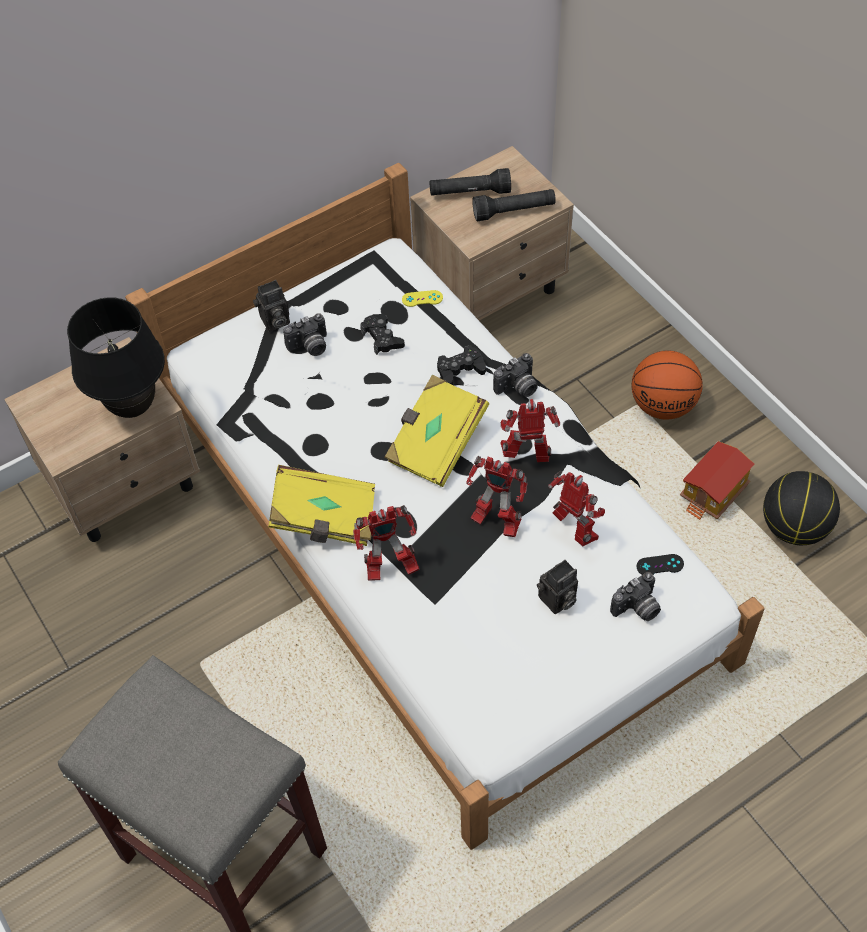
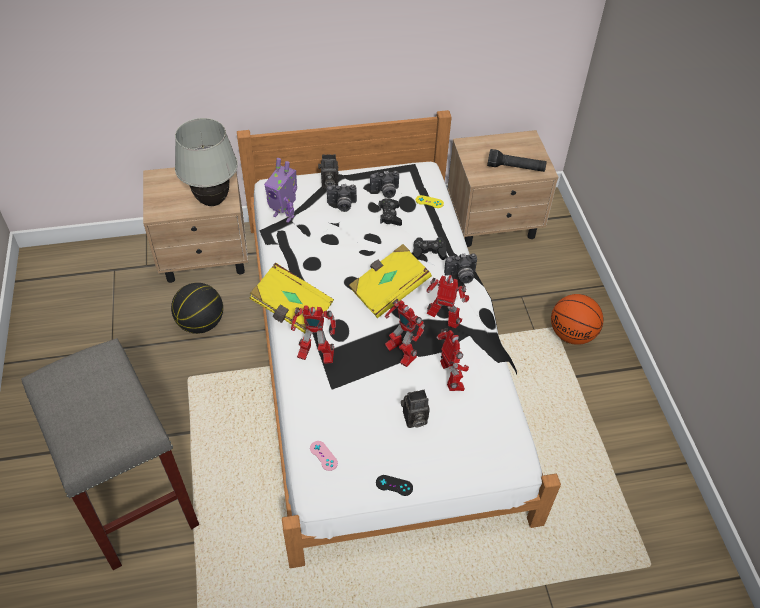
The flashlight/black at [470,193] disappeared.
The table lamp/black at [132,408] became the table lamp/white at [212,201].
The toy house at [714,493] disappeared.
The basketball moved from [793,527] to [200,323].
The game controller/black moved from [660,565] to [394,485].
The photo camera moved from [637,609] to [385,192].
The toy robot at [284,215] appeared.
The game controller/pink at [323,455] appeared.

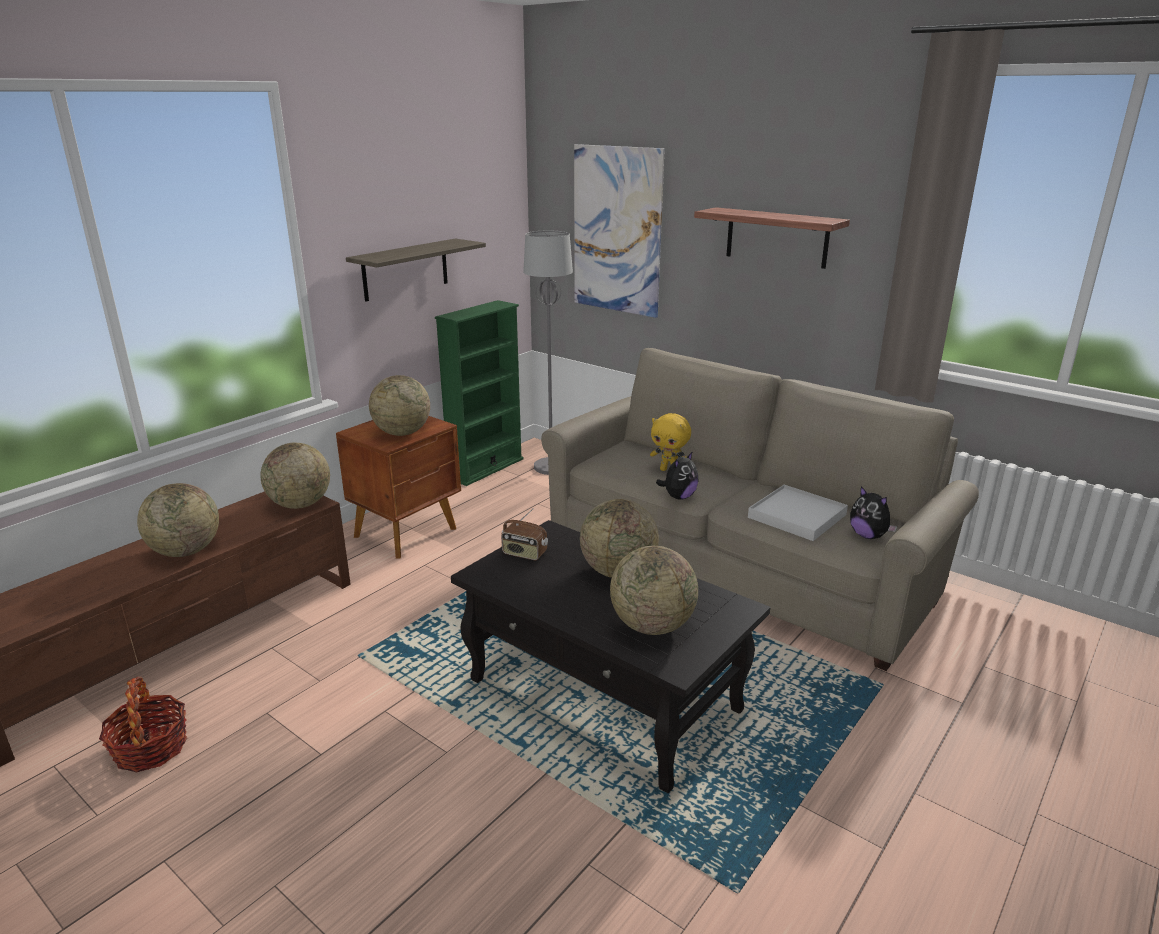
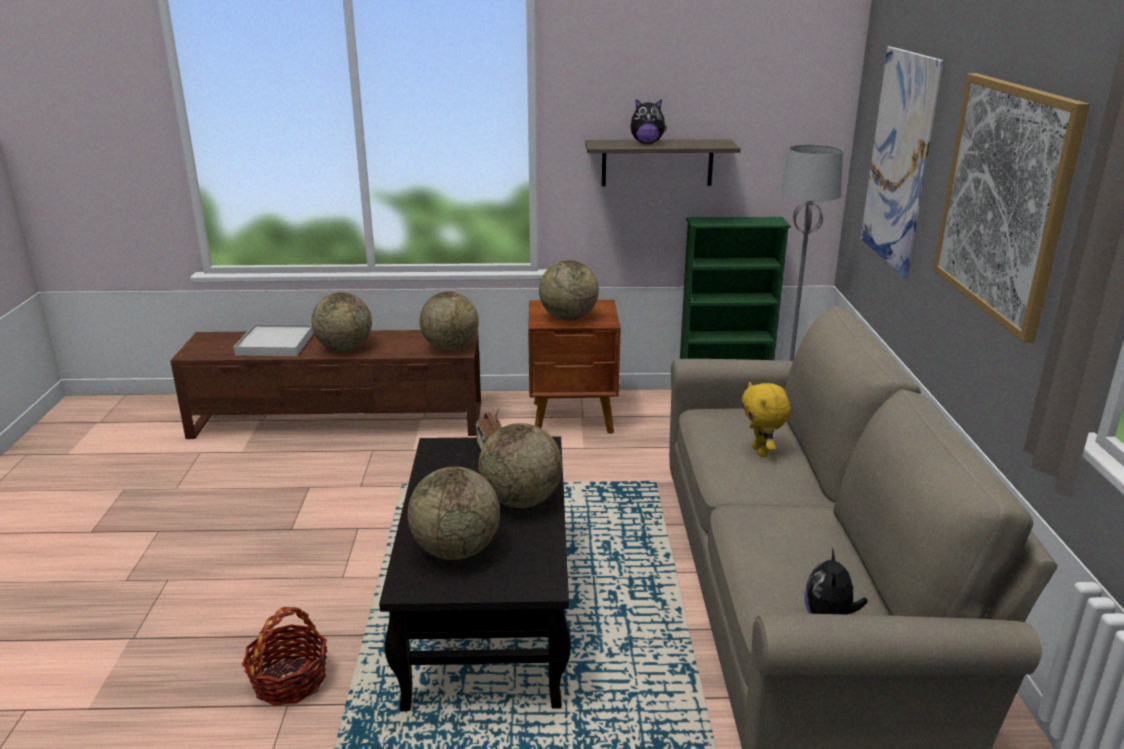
The shelf at [776,237] was replaced by the picture at [1004,200].
The plush toy moved from [678,497] to [647,143].
The tray/white moved from [796,516] to [275,344].
The basket moved from [150,748] to [289,681].

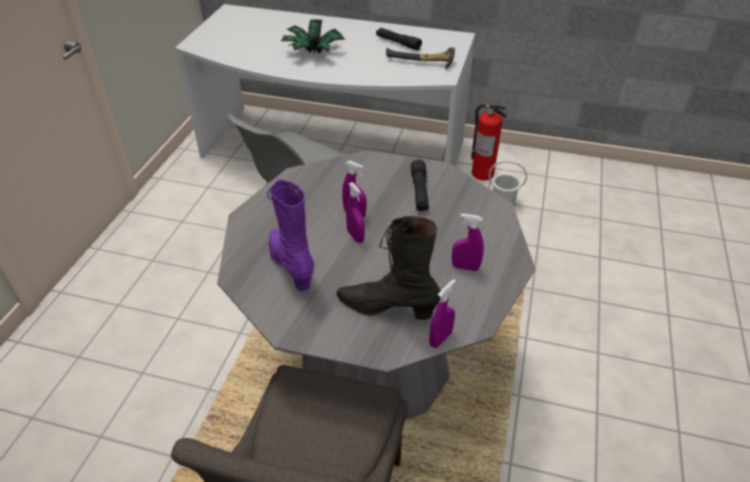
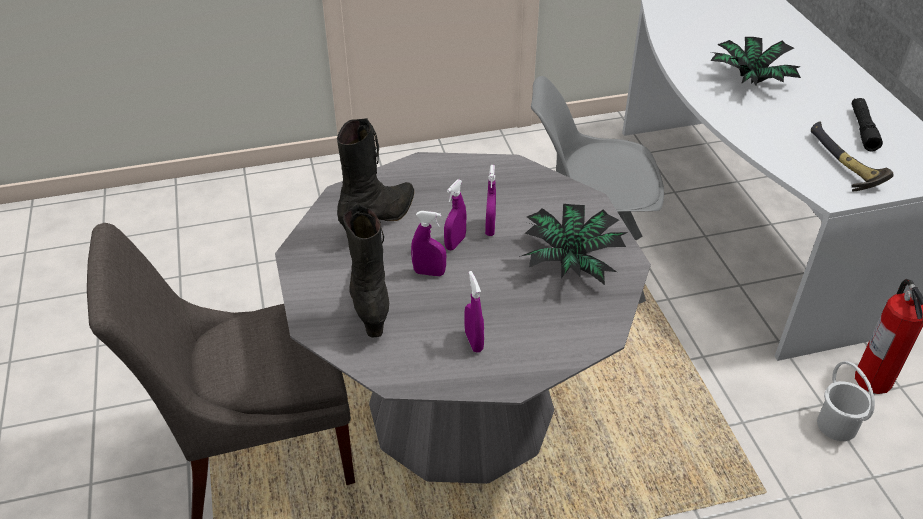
The flashlight/black at [419,192] was replaced by the potted plant at [571,261].
The boot/purple at [291,265] became the boot/black at [380,219].
The spray bottle/purple moved from [440,339] to [429,272].

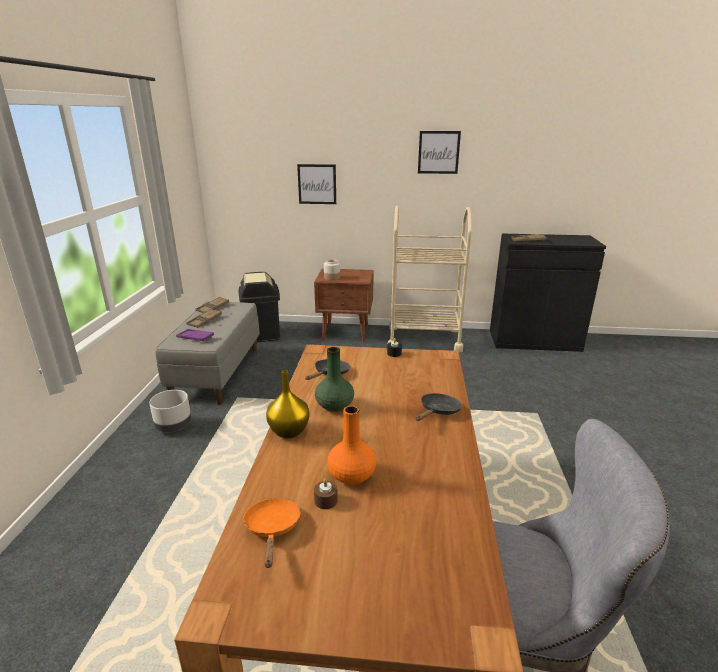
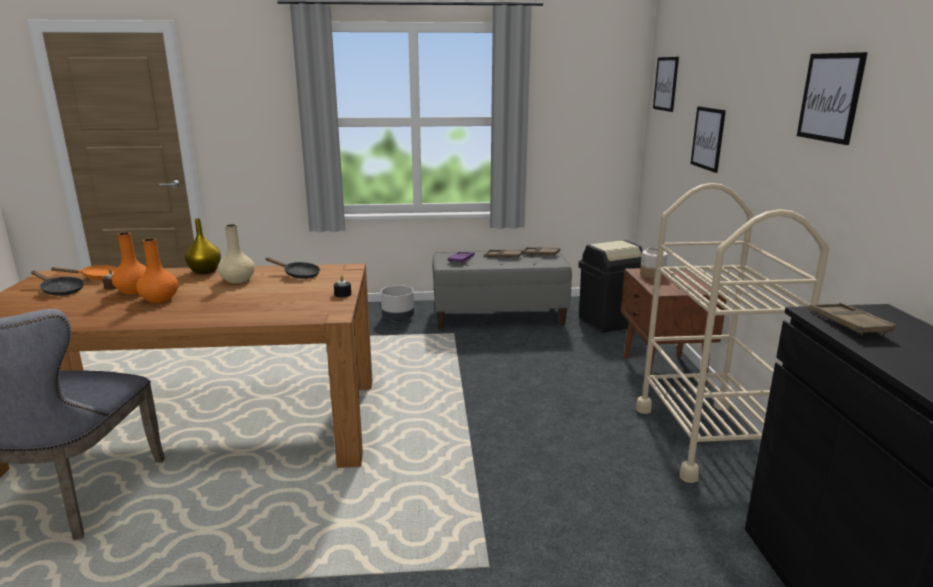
The vase/green at [334,406] became the vase/beige at [237,280].
The frying pan/black moved from [438,411] to [60,290].
The picture at [666,84] appeared.
The vase/orange at [159,299] appeared.

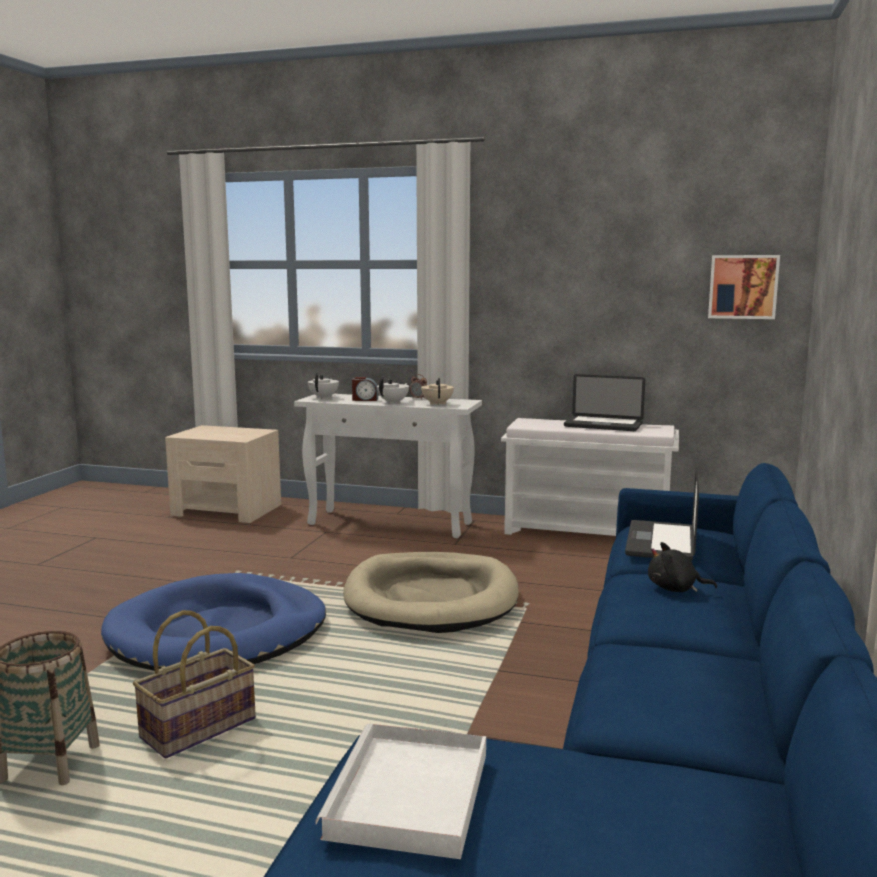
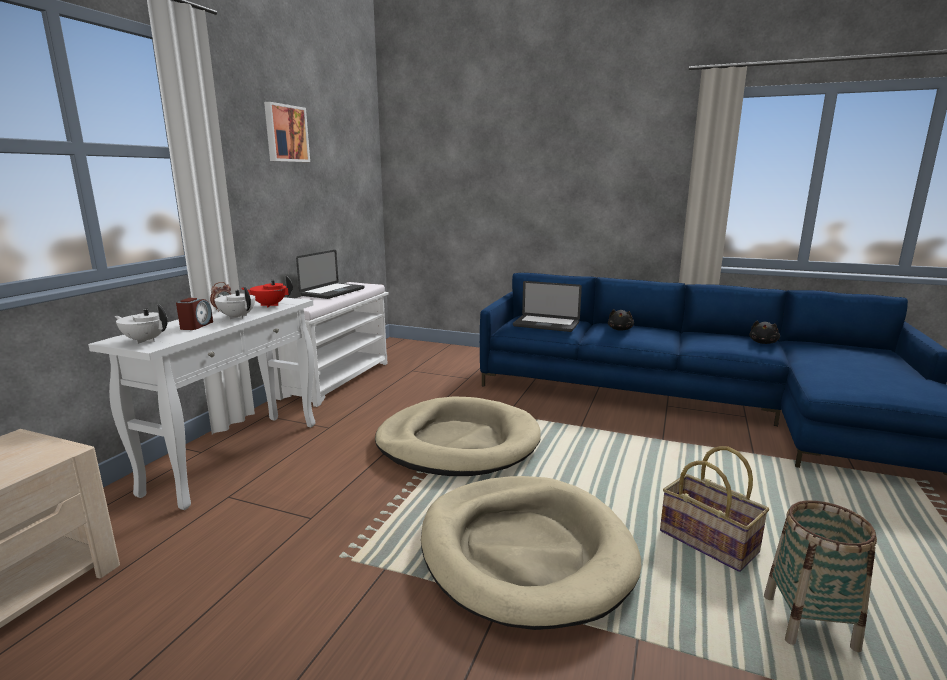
The picture moved from [743,287] to [285,133].
The teapot/beige at [437,404] became the teapot/red at [269,305].
The dog bed/blue at [218,632] became the dog bed/beige at [524,551].
The tray/white at [410,797] disappeared.
The plush toy/black at [763,342] appeared.

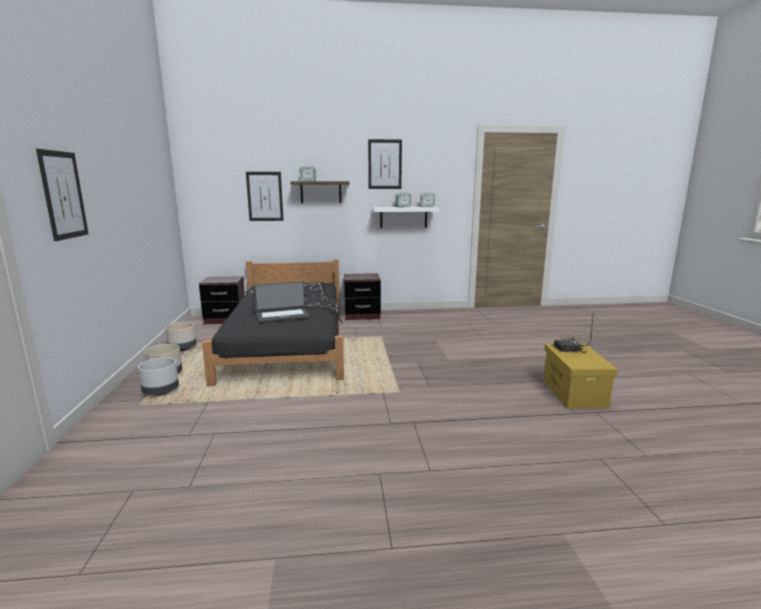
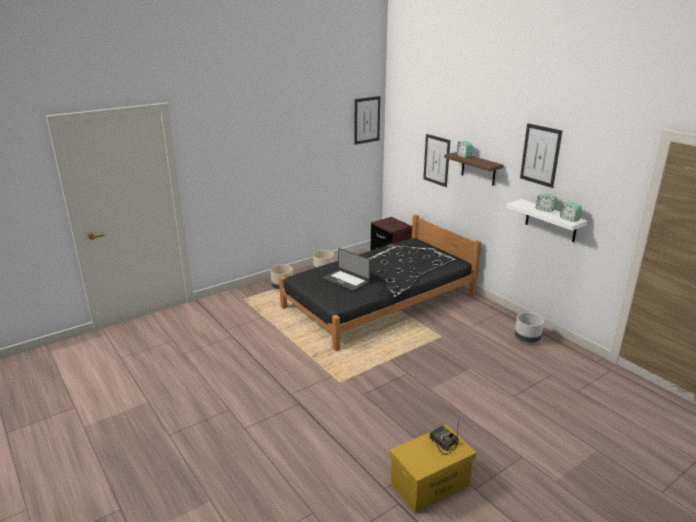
The picture moved from [63,195] to [367,120].
The nightstand/brown at [362,315] disappeared.
The planter/grey moved from [160,392] to [527,338].

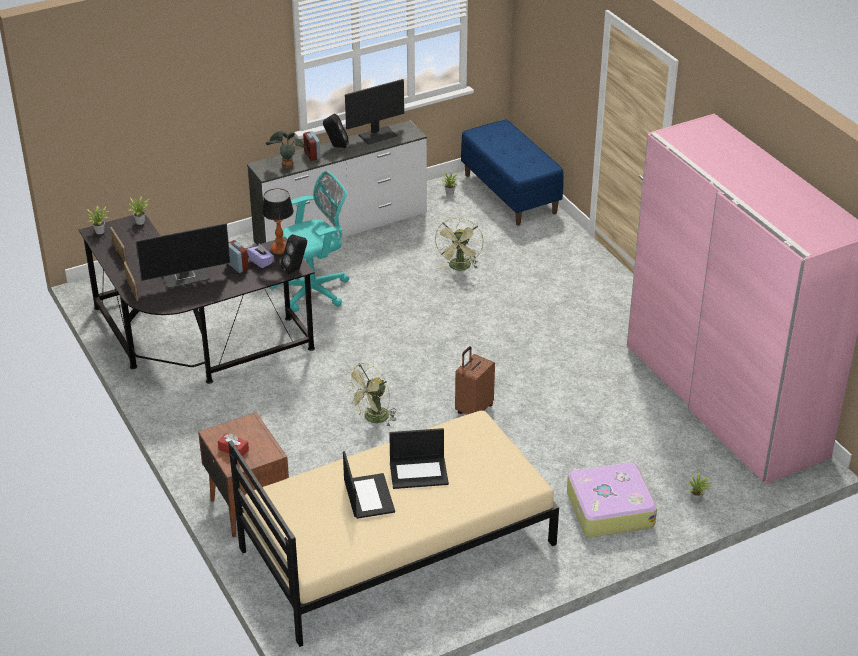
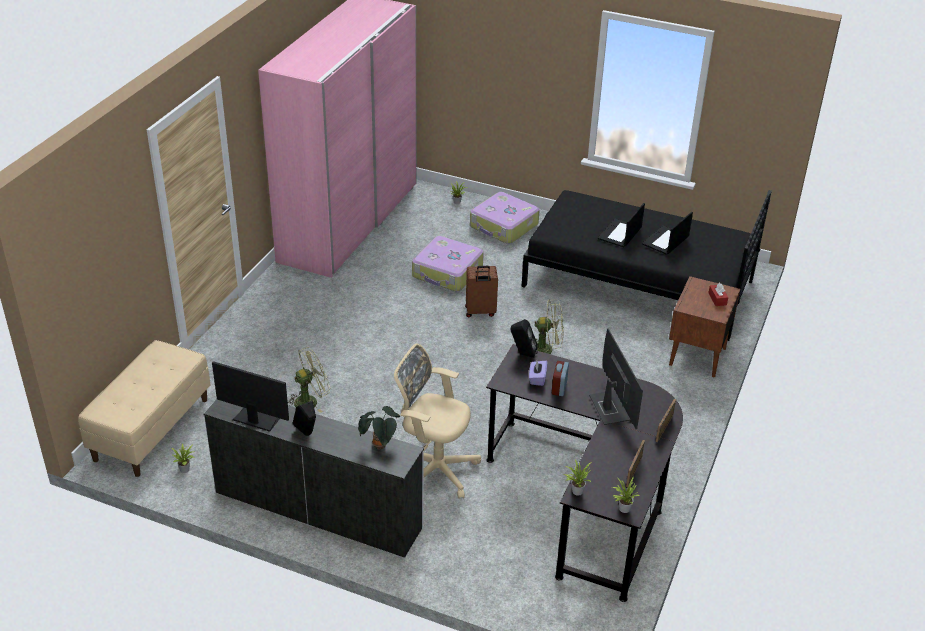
The bench/blue at [511,194] became the bench/beige at [151,429].
The alarm clock at [312,155] disappeared.
The office chair/turquoise at [314,290] became the office chair/beige at [434,468].
The table lamp at [279,249] disappeared.
The monitor at [186,277] turned 45 degrees clockwise.
The bed/beige at [397,546] became the bed/black at [638,283].
The laptop at [419,472] turned 105 degrees counterclockwise.
The suitcase at [447,272] appeared.

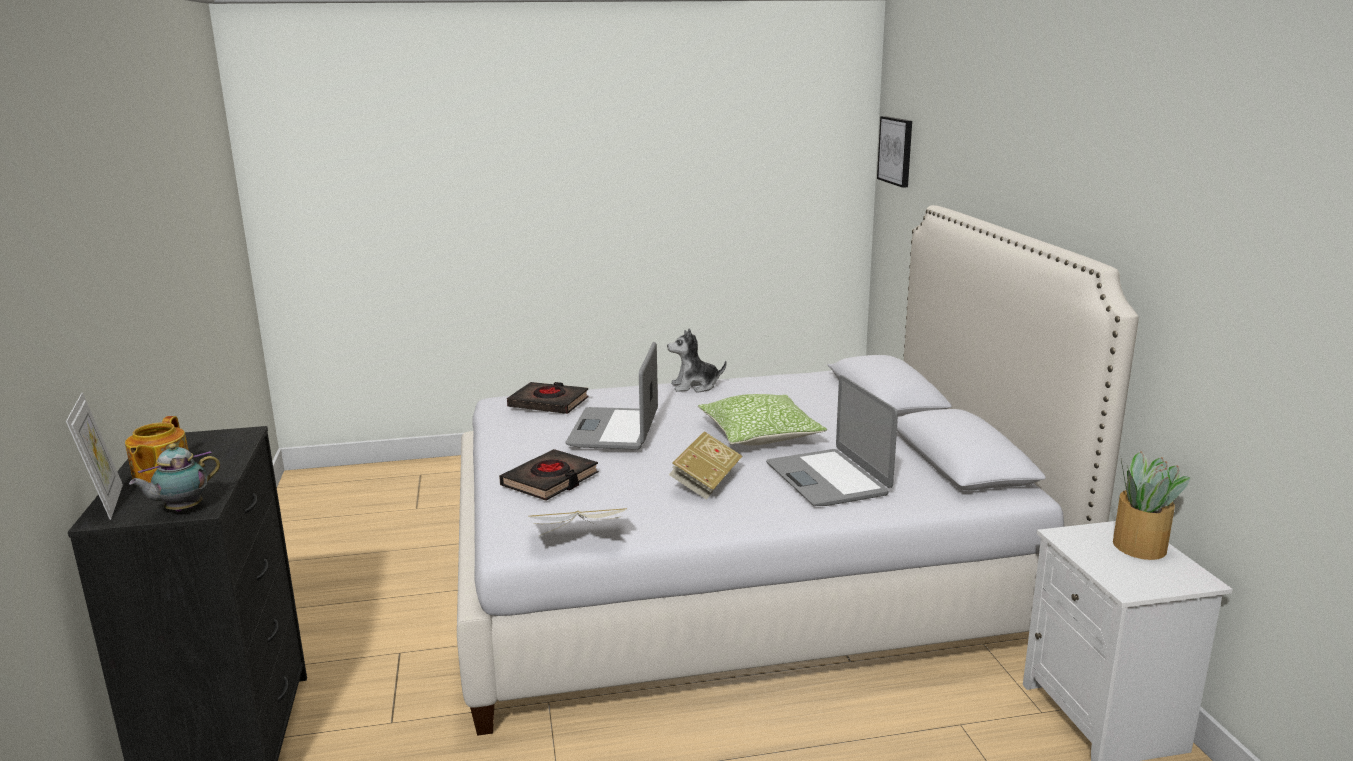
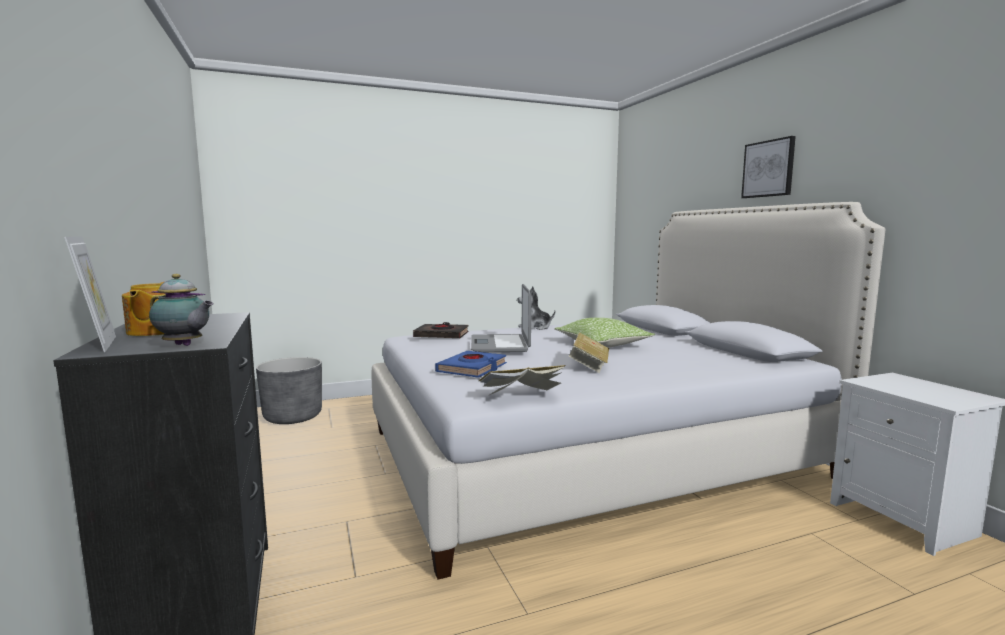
The picture moved from [896,151] to [768,169].
The laptop at [828,479] disappeared.
The teapot at [181,510] turned 105 degrees counterclockwise.
The book/black at [550,480] became the book/blue at [472,369].
The potted plant at [1139,545] disappeared.
The planter/grey at [293,417] appeared.

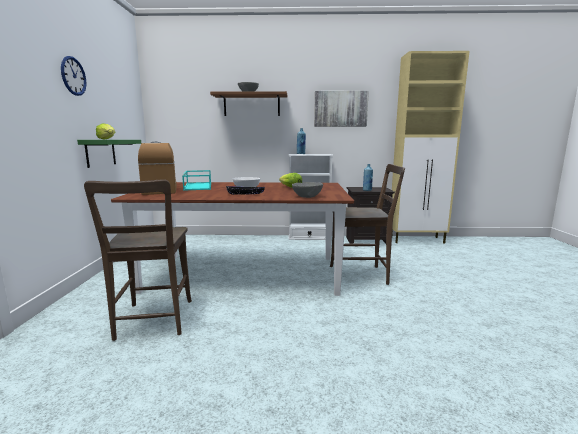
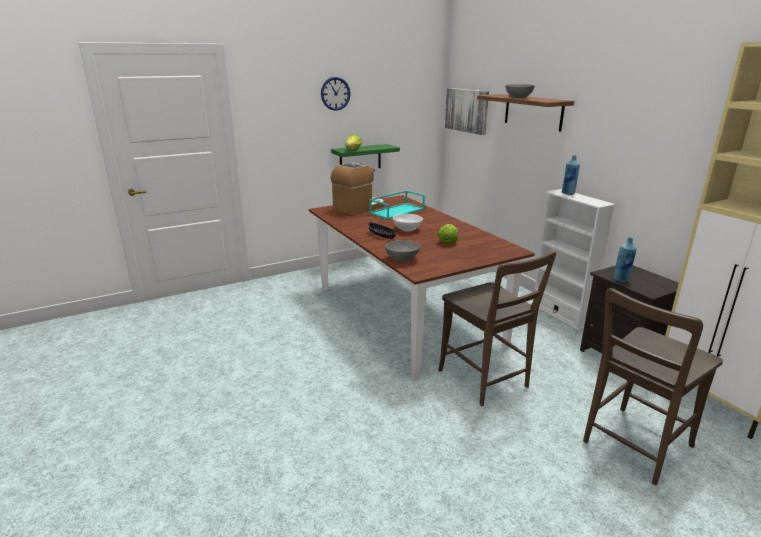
The picture moved from [340,109] to [467,110].
The chair/brown moved from [153,321] to [634,446].

